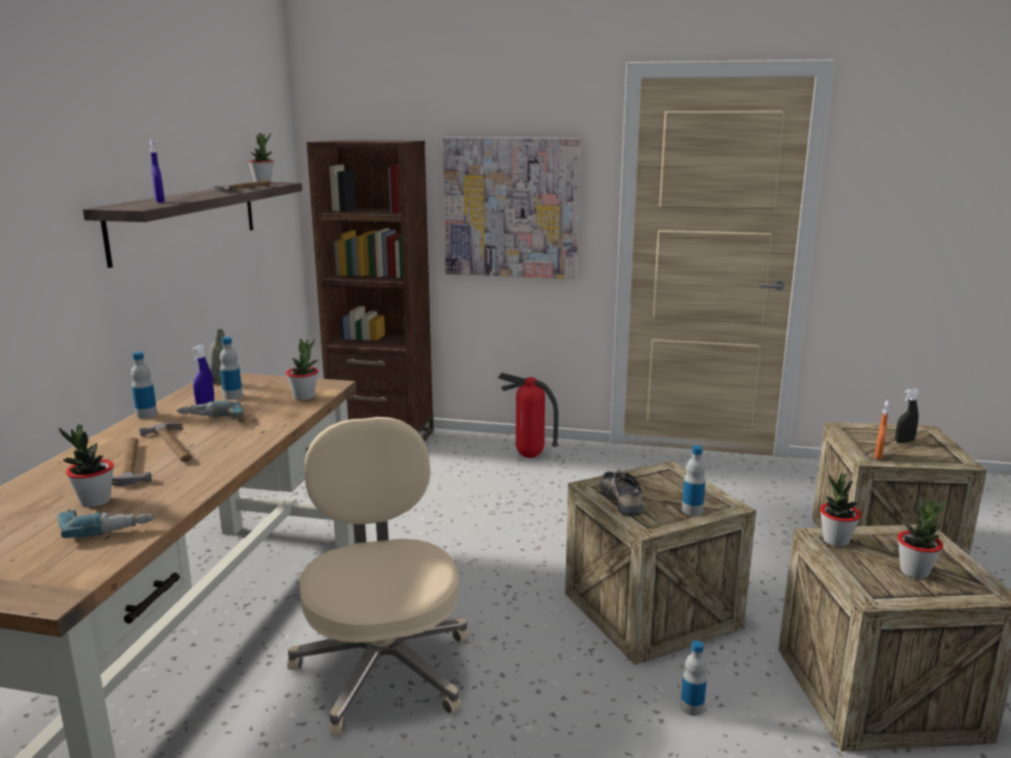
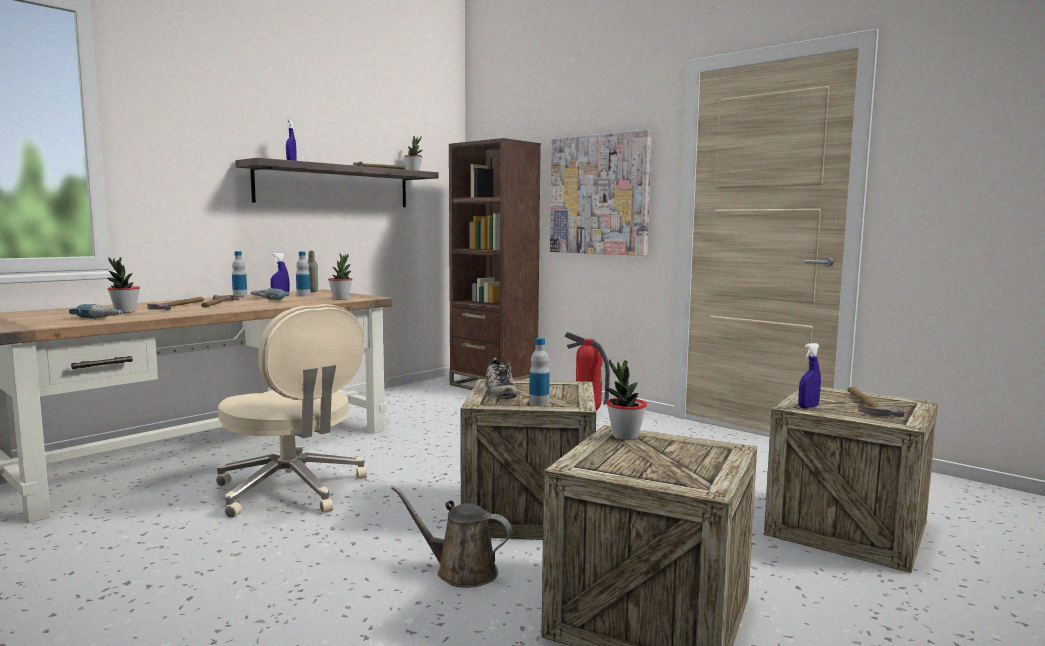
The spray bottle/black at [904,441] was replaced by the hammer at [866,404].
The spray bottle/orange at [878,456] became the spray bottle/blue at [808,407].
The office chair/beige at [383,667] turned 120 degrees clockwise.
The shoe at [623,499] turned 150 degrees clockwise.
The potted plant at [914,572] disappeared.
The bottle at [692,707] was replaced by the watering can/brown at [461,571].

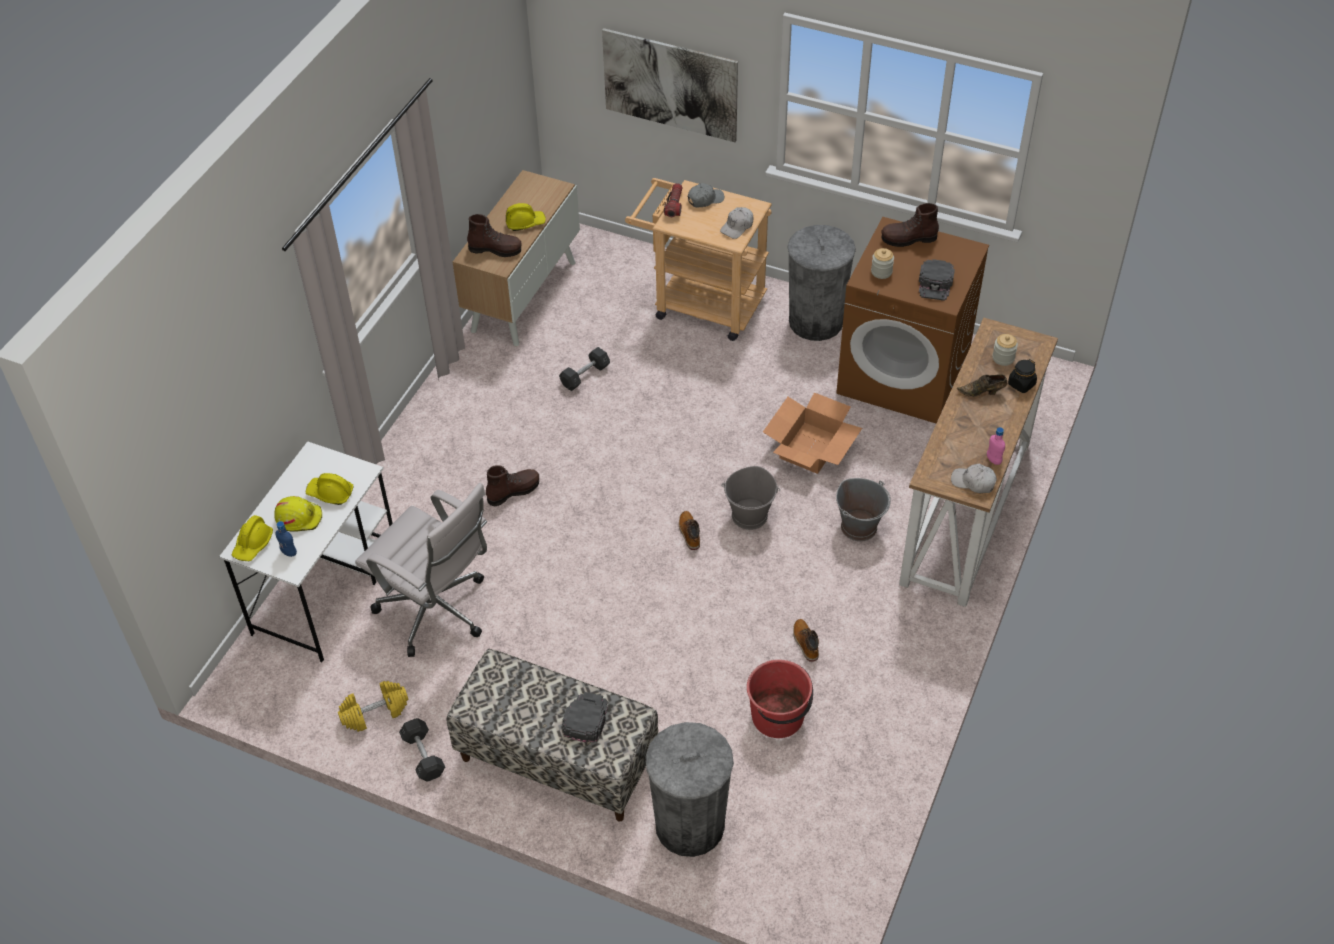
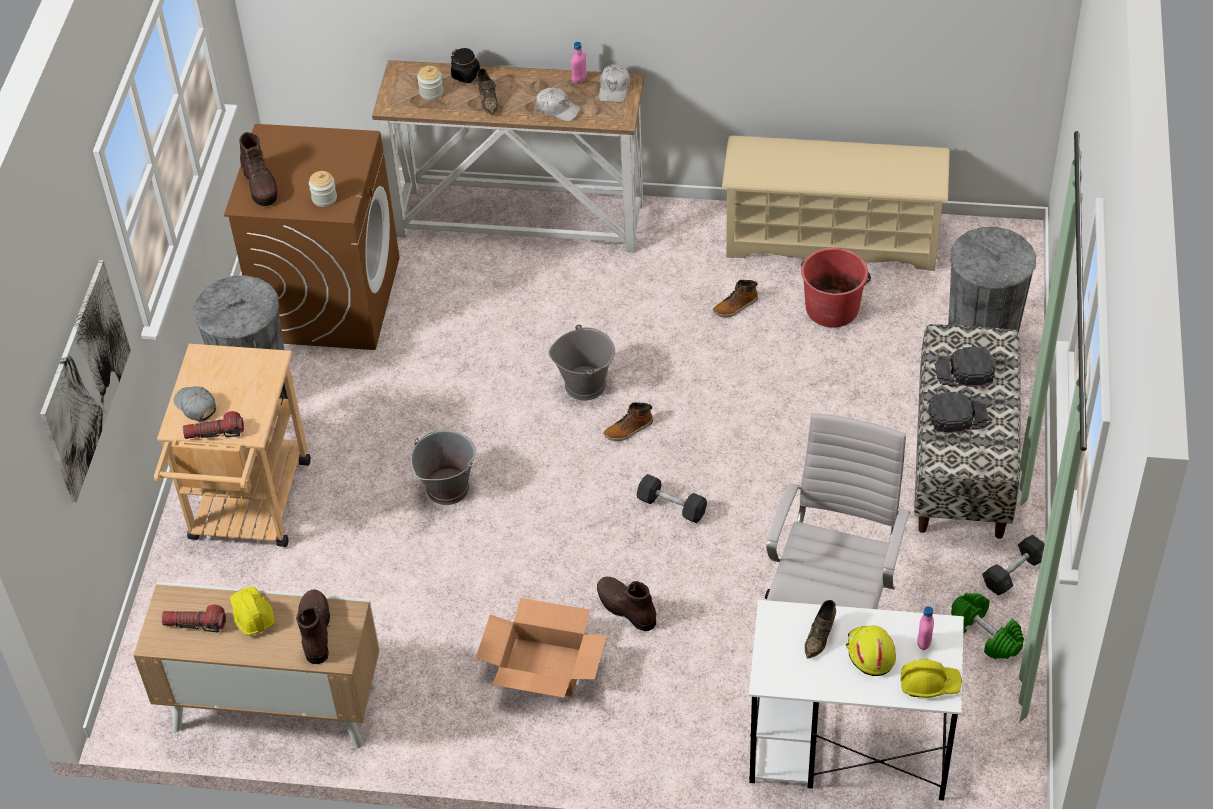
The cap/white moved from [737,227] to [557,109].
The cap/black moved from [935,284] to [957,416].
The dumbbell/grey moved from [585,375] to [671,506].
The cardboard box moved from [811,448] to [543,667].
The hard hat/yellow at [330,493] was replaced by the shoe/brown at [820,636].
The bucket/grey moved from [859,527] to [447,487].
The bottle/blue at [289,552] became the bottle/pink at [924,642].
The dumbbell/yellow at [375,712] became the dumbbell/green at [985,635].
The shoe rack/beige at [832,239] appeared.
The flashlight at [195,624] appeared.

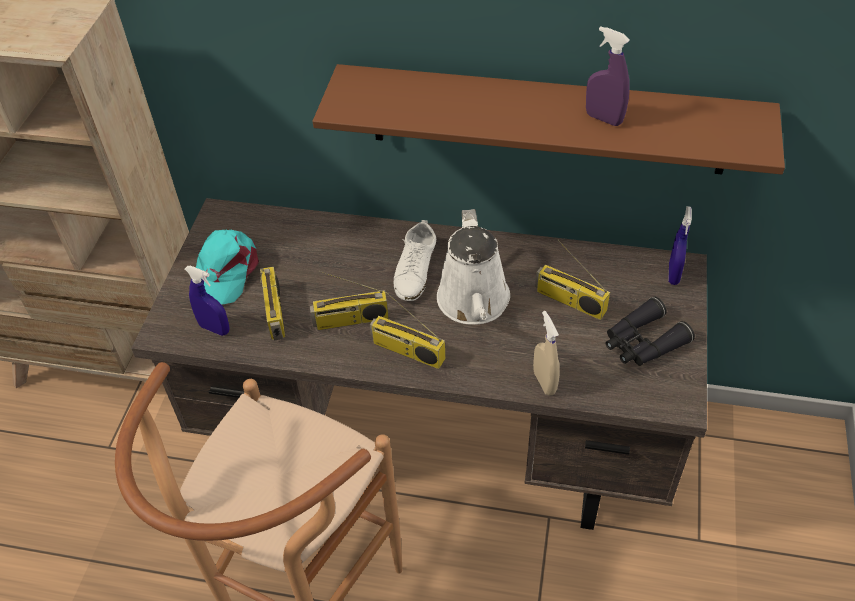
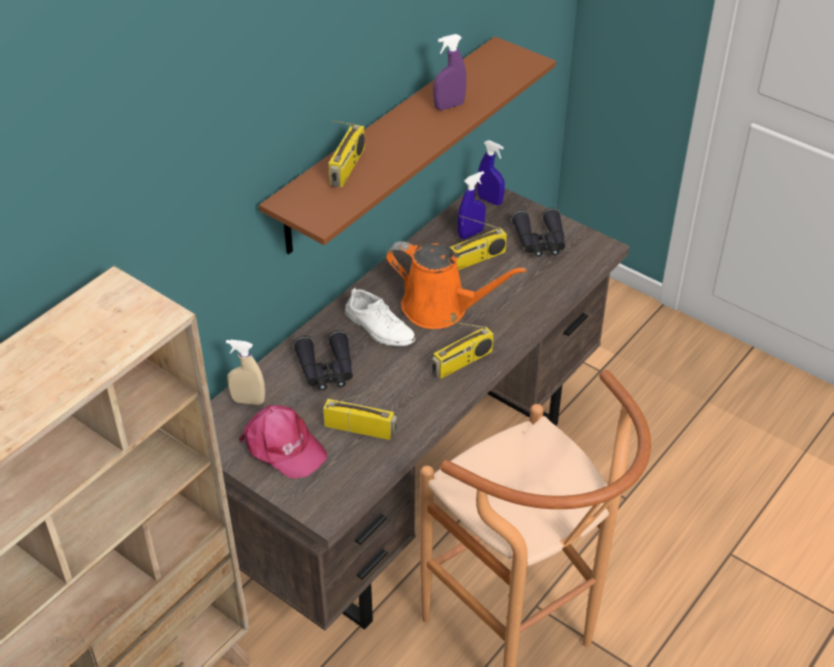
The watering can/white at [474,303] became the watering can/orange at [441,308].
The cap/turquoise at [225,271] became the cap/pink at [283,447].
The spray bottle/blue moved from [214,328] to [471,233].
The radio moved from [350,320] to [348,167].
The spray bottle/beige moved from [544,382] to [248,401].
The binoculars/black at [326,370] appeared.

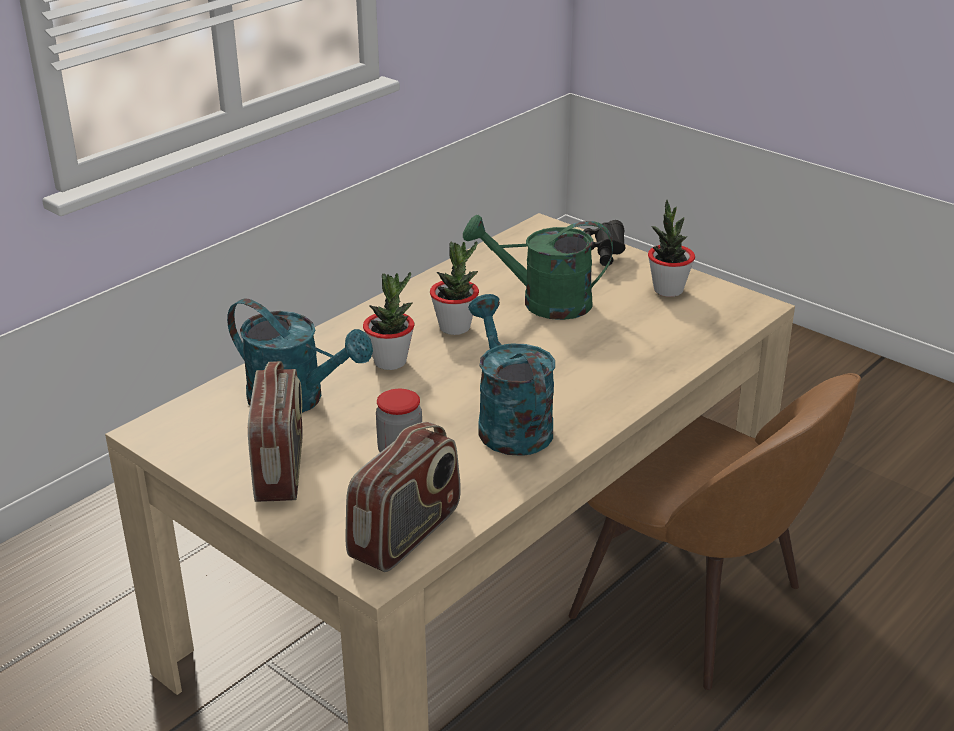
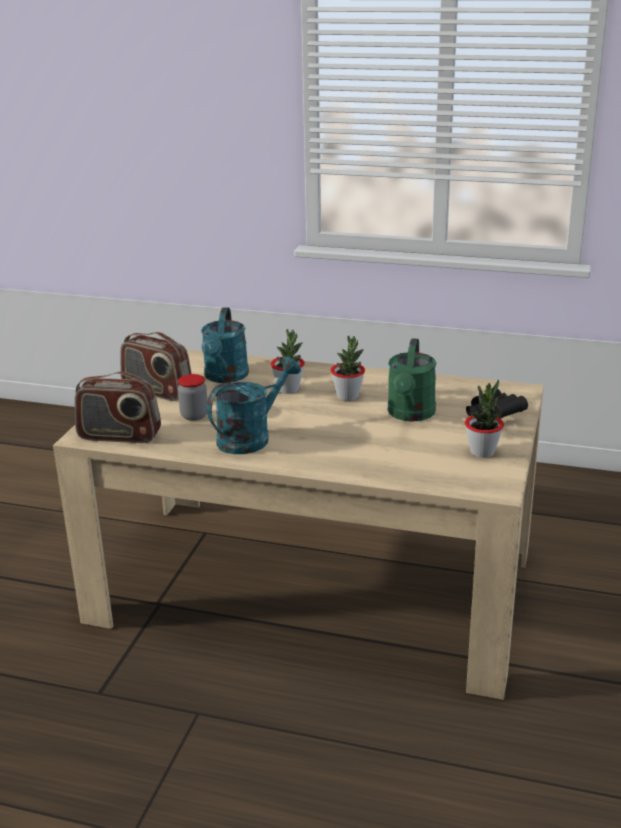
The watering can/green at [543,303] turned 150 degrees counterclockwise.
The radio at [281,469] turned 60 degrees clockwise.
The chair/brown at [695,605] disappeared.

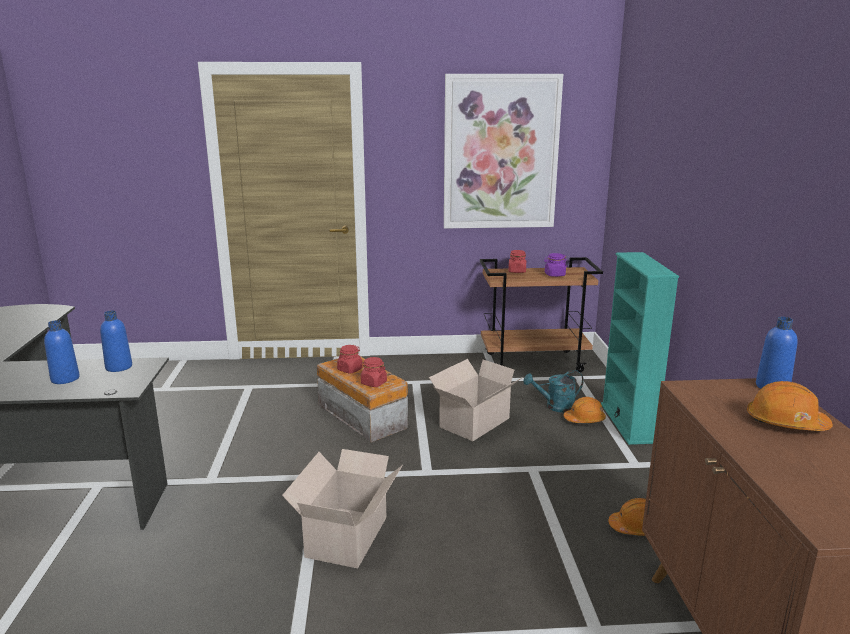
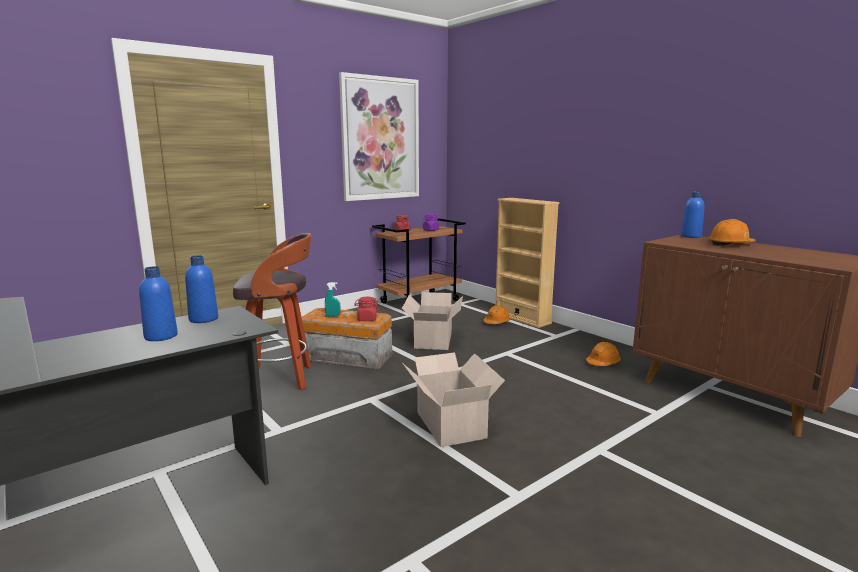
The bookcase/turquoise at [627,423] became the bookcase/beige at [522,318].
The jar/red at [350,369] was replaced by the spray bottle/turquoise at [333,316].
The watering can/turquoise at [555,406] disappeared.
The stool at [281,379] appeared.

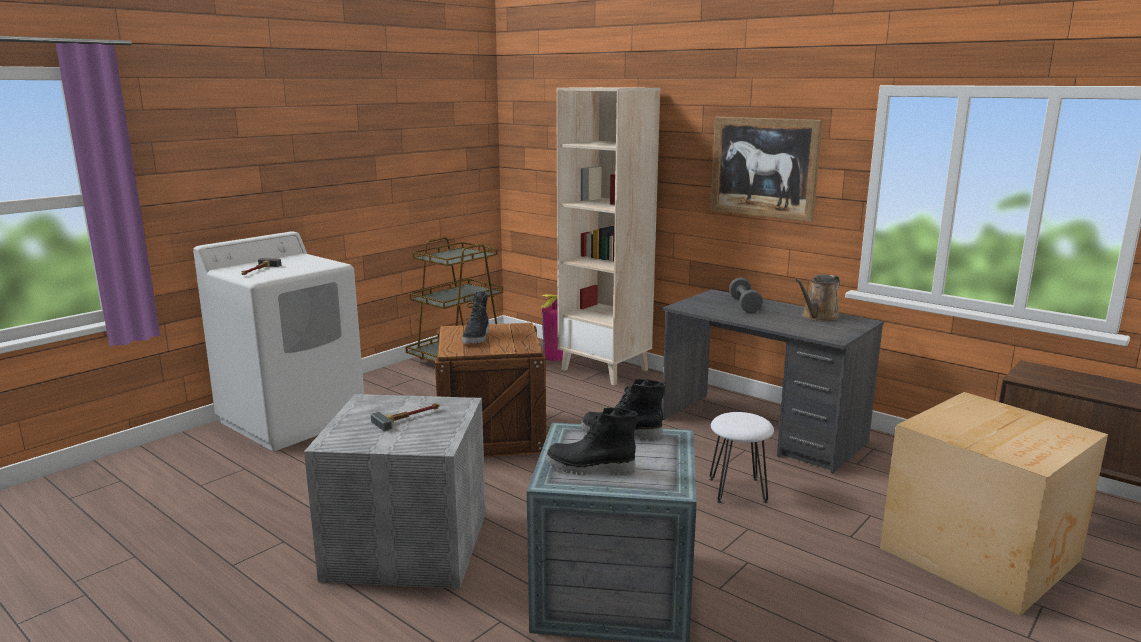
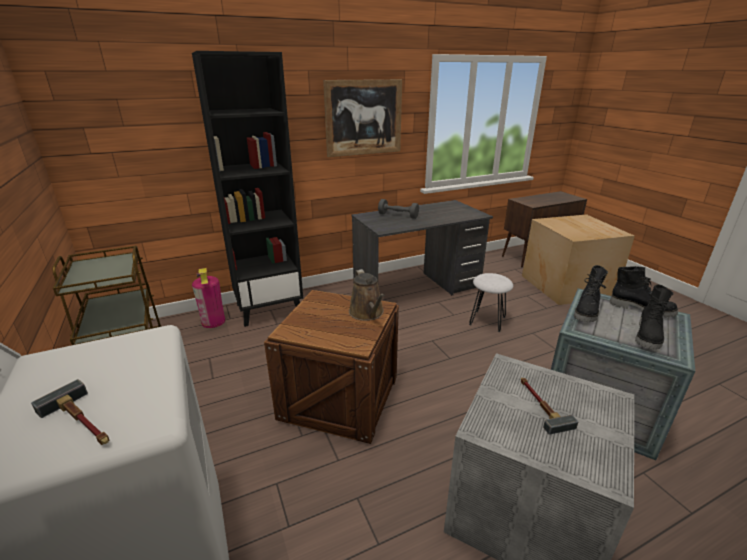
The bookcase/beige at [605,370] became the bookcase/black at [269,308].
The watering can/brown moved from [818,317] to [367,313].
The boot/black moved from [477,338] to [641,309].

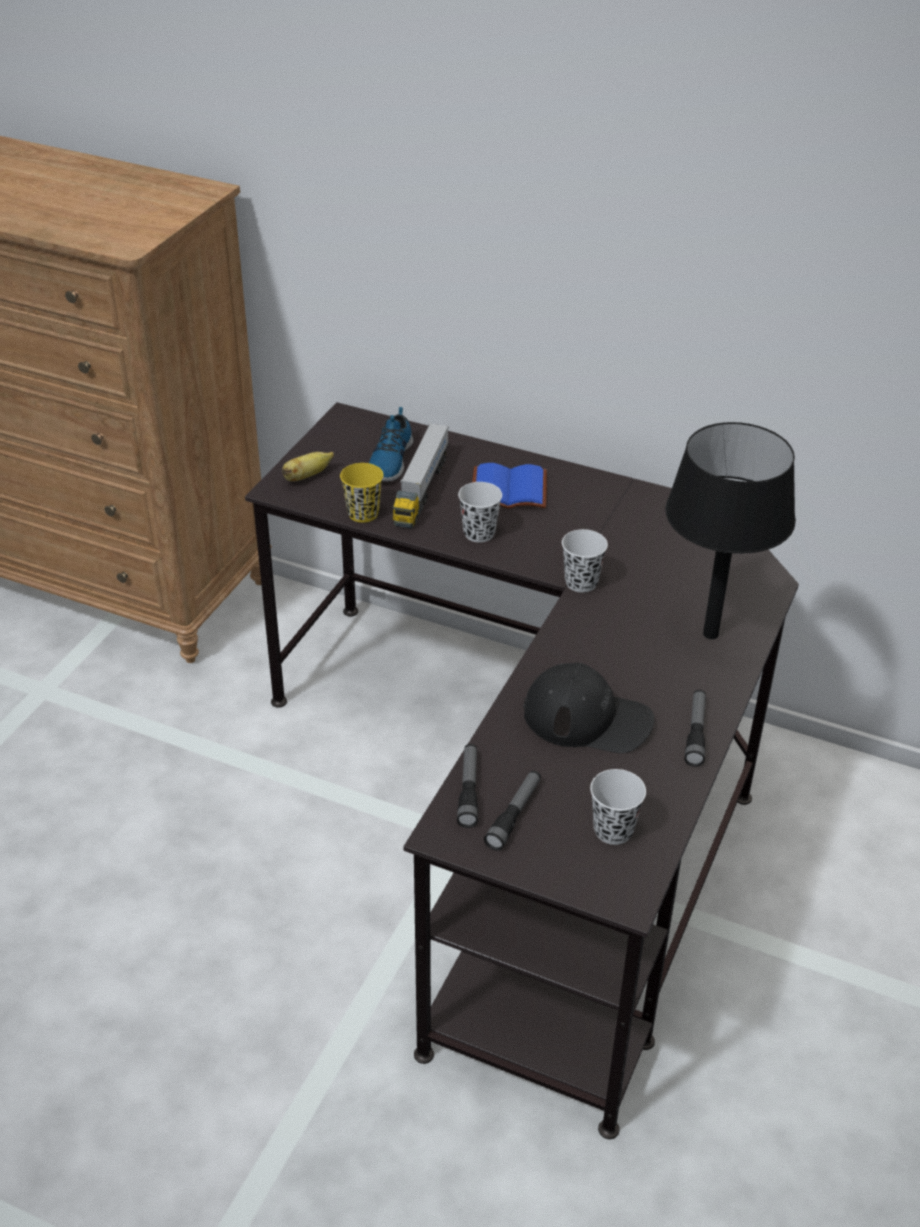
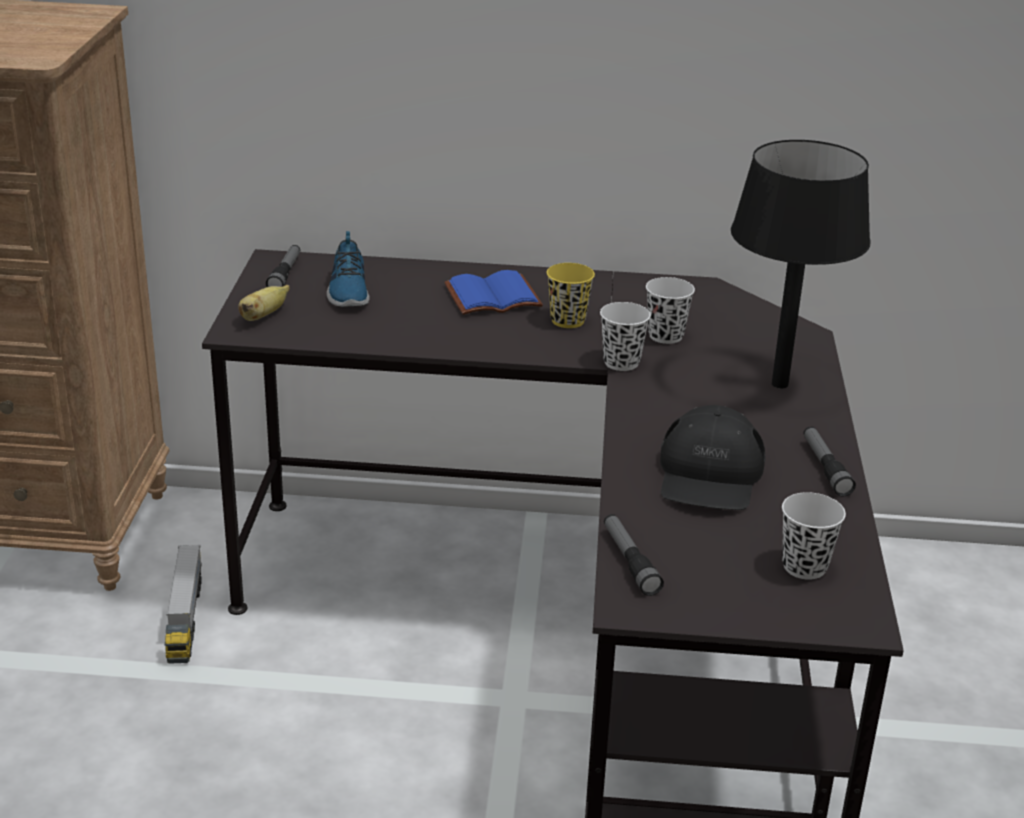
The toy truck moved from [421,489] to [185,618].
The cup/yellow moved from [363,514] to [568,320].
The cup/white moved from [479,533] to [665,336].
The cap/black at [588,718] turned 105 degrees clockwise.
The flashlight moved from [514,815] to [285,274].

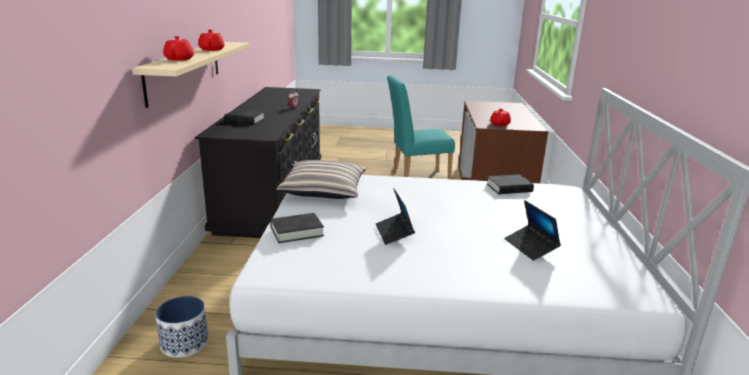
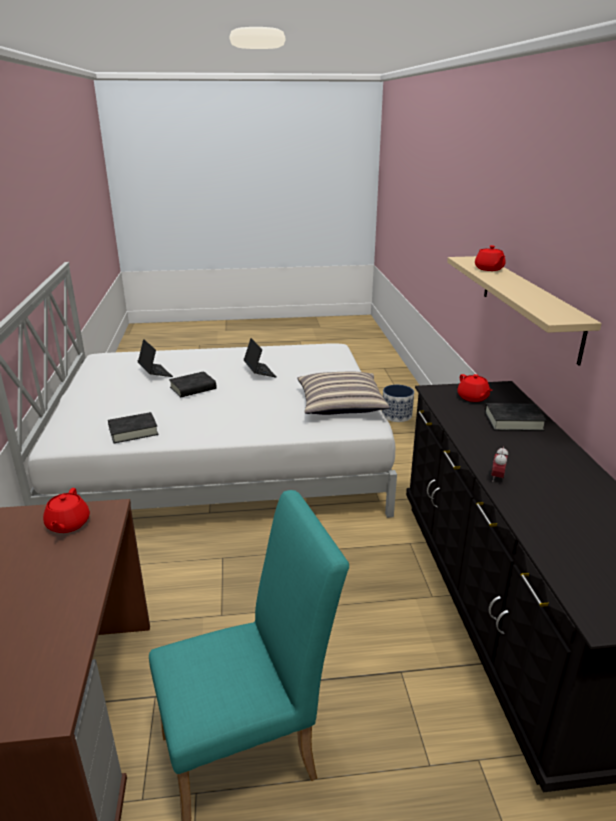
The teapot/red moved from [212,49] to [473,398].
The book/black moved from [297,231] to [193,388].

